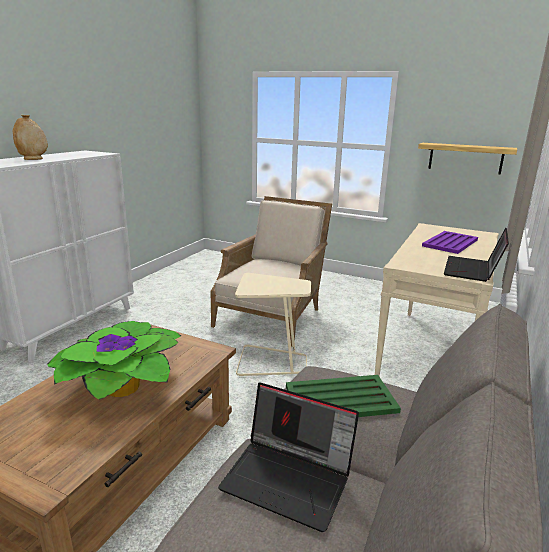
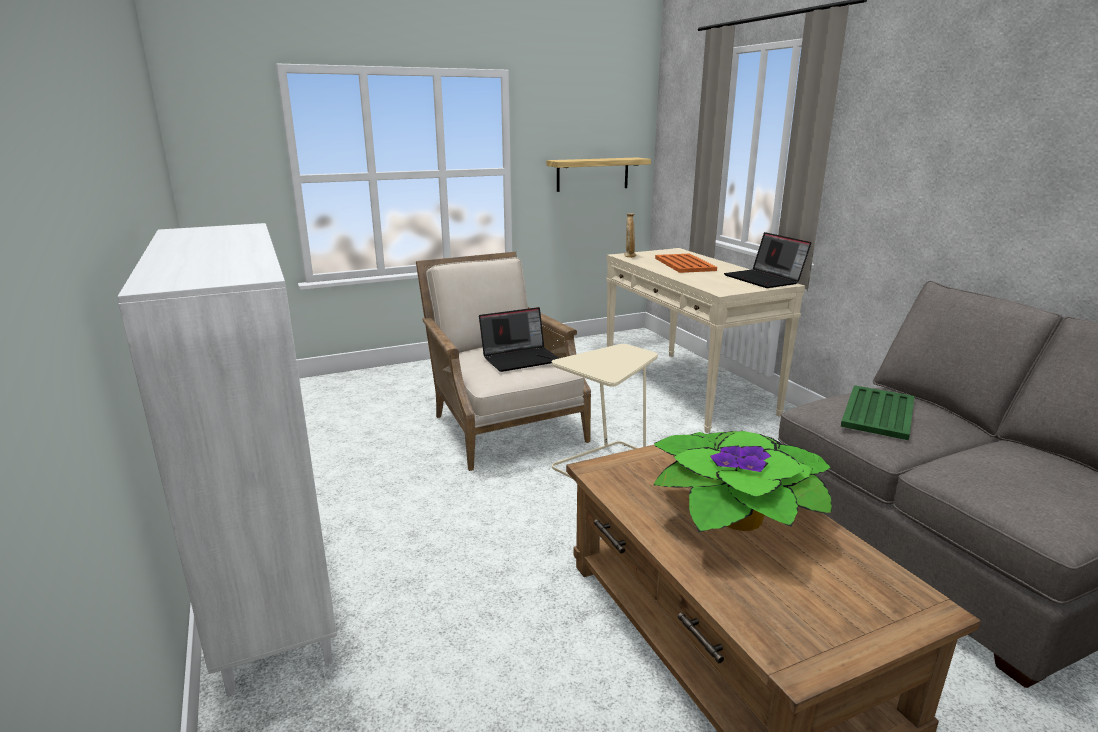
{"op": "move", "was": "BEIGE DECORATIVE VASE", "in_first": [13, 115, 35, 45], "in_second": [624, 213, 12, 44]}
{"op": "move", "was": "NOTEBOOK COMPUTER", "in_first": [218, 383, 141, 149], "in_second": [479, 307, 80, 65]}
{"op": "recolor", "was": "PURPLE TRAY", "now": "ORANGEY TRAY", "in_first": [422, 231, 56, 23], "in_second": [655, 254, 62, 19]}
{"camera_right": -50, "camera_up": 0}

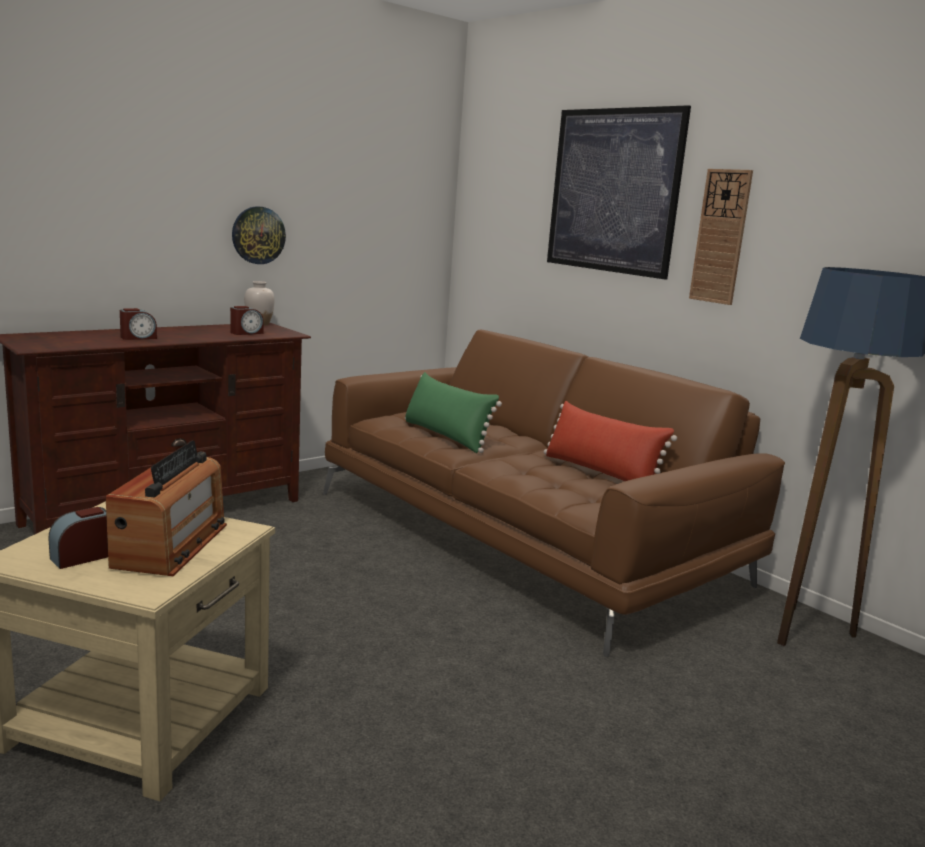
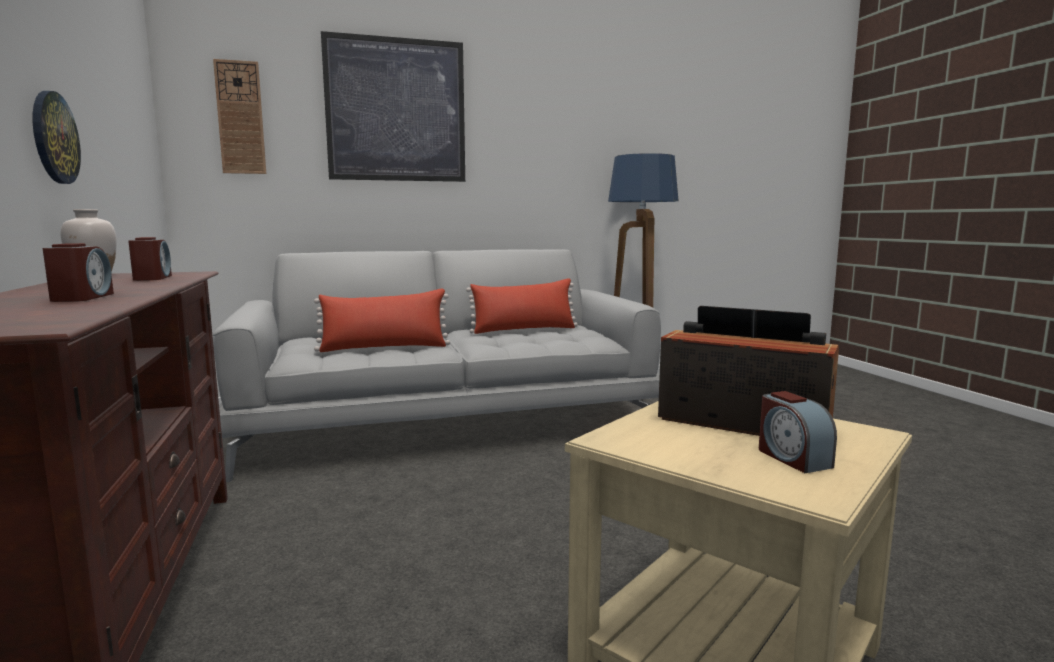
{"op": "recolor", "was": "BROWN SOFA", "now": "GREY SOFA", "in_first": [323, 330, 462, 327], "in_second": [213, 249, 448, 233]}
{"op": "recolor", "was": "GREENISH THROW PILLOW", "now": "RED THROW PILLOW", "in_first": [405, 372, 97, 81], "in_second": [314, 289, 136, 63]}
{"op": "move", "was": "HANGING CLOCK", "in_first": [689, 169, 64, 136], "in_second": [213, 59, 53, 115]}
{"camera_right": -65, "camera_up": -5}

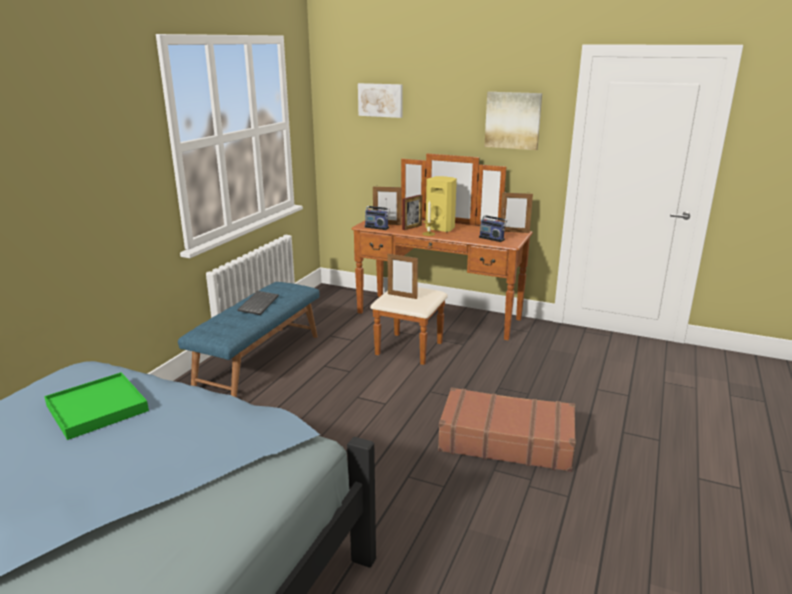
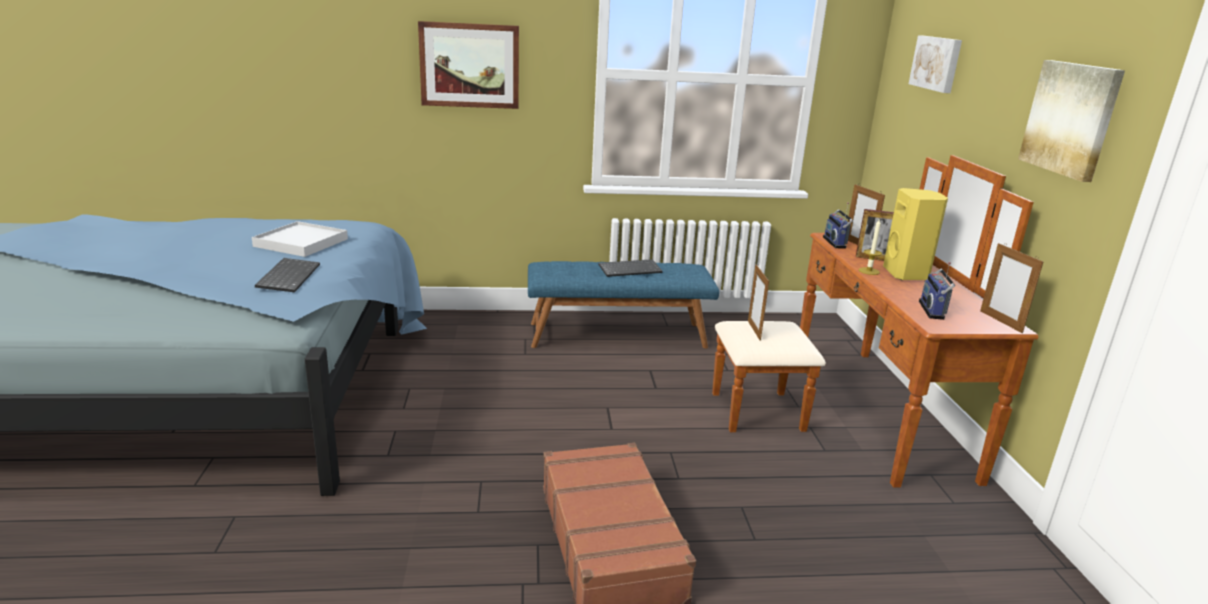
{"op": "recolor", "was": "GREENISH TRAY", "now": "WHITE-COLOURED TRAY", "in_first": [44, 372, 105, 68], "in_second": [252, 221, 96, 36]}
{"op": "insert", "now": "COMPUTER KEYBOARD", "in_second": [255, 258, 65, 34]}
{"op": "insert", "now": "PICTURE", "in_second": [418, 21, 101, 88]}
{"camera_right": 60, "camera_up": 0}

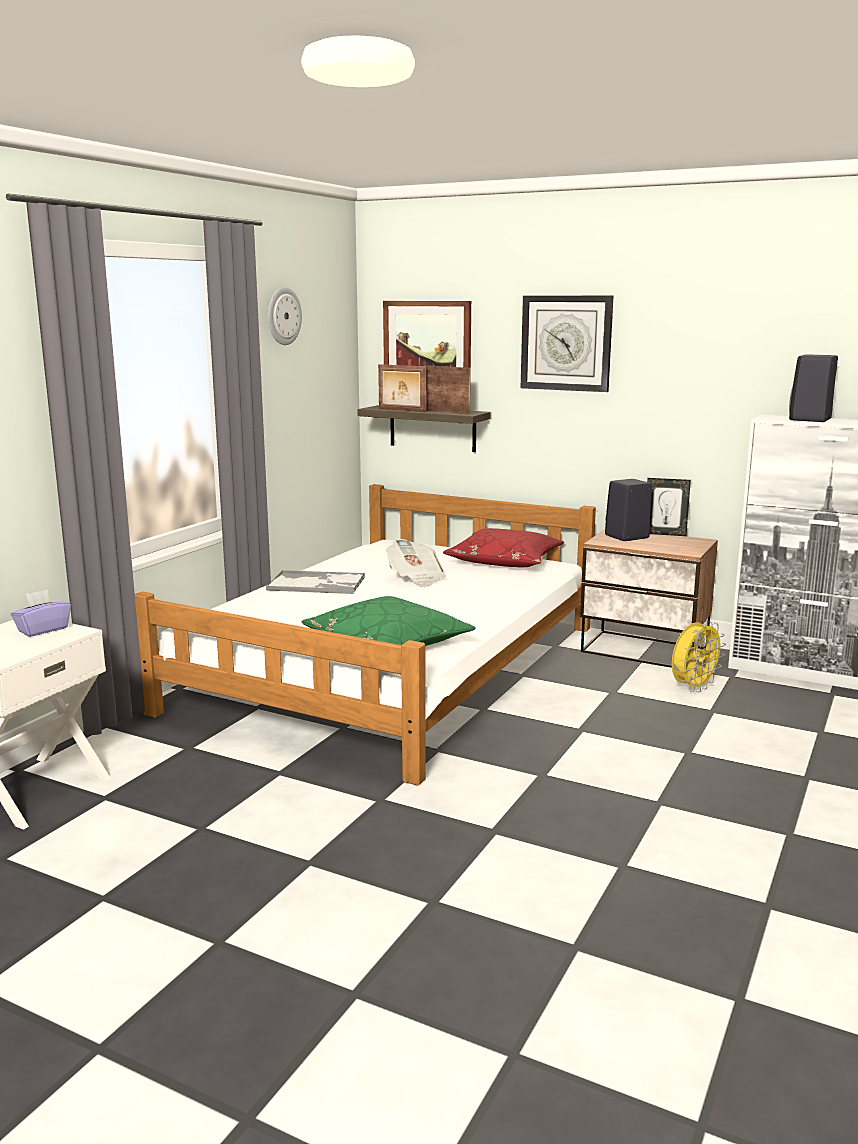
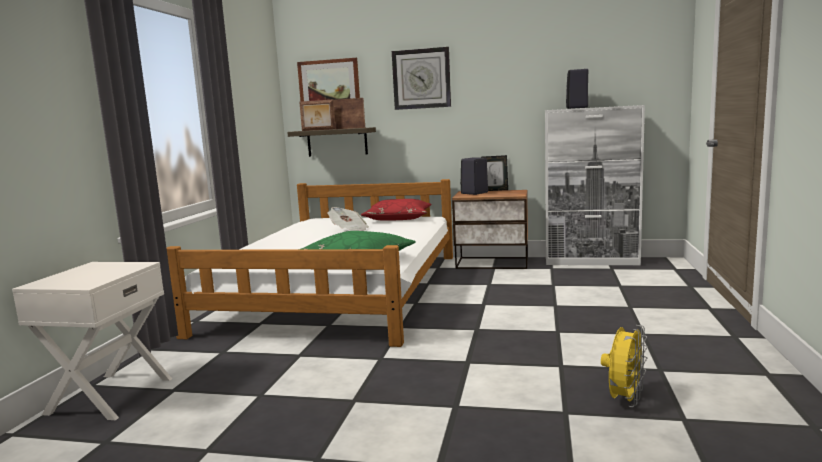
{"op": "delete", "was": "PURPLE TISSUE BOX", "in_first": [11, 589, 60, 48]}
{"op": "delete", "was": "TRAY", "in_first": [266, 570, 99, 24]}
{"op": "delete", "was": "HANGING CLOCK", "in_first": [268, 287, 34, 58]}
{"op": "move", "was": "YELLOW-COLOURED COOLING FAN", "in_first": [672, 621, 54, 71], "in_second": [601, 325, 47, 82]}
{"camera_right": -15, "camera_up": -5}

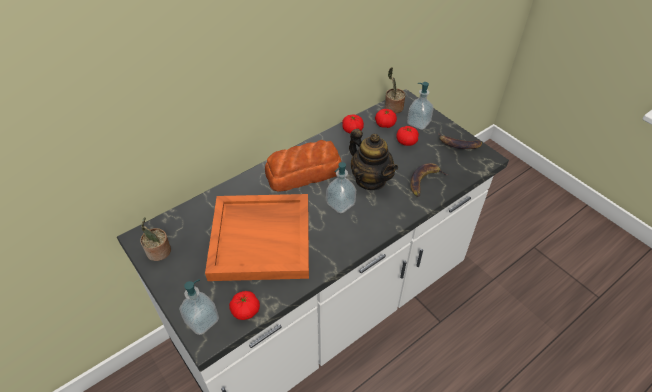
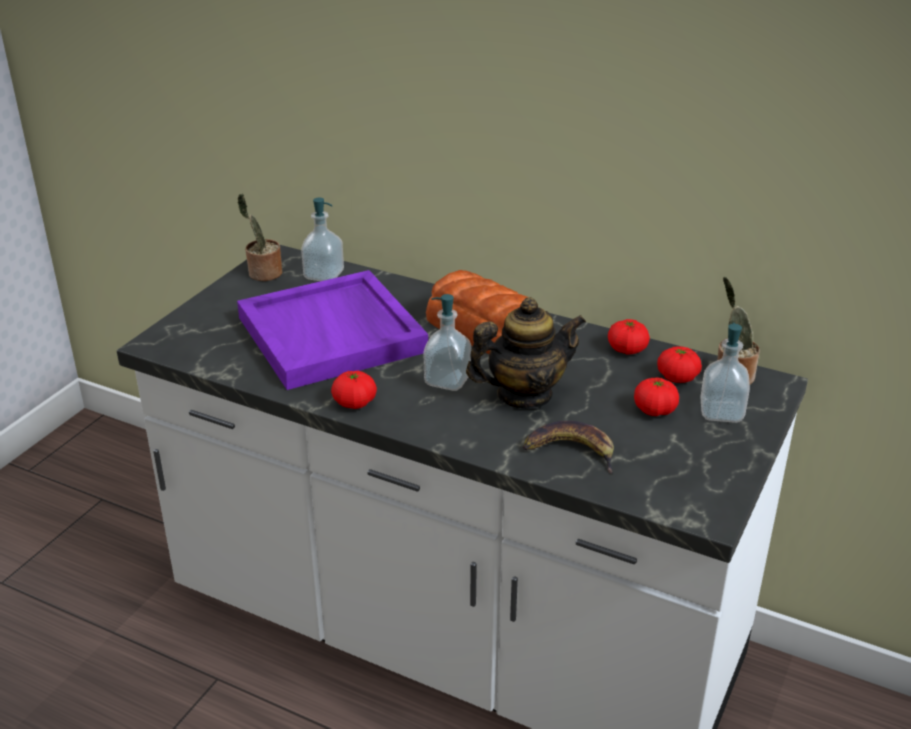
{"op": "move", "was": "SOAP BOTTLE", "in_first": [179, 279, 40, 56], "in_second": [301, 198, 43, 83]}
{"op": "recolor", "was": "ORANGEY TRAY", "now": "PURPLE TRAY", "in_first": [205, 194, 104, 87], "in_second": [237, 270, 191, 120]}
{"op": "move", "was": "TOMATO", "in_first": [229, 291, 31, 29], "in_second": [331, 371, 46, 38]}
{"op": "rotate", "was": "POT FOR TEA", "in_first": [349, 129, 49, 61], "in_second": [466, 297, 120, 112], "clockwise": -135}
{"op": "delete", "was": "BANANA FRUIT", "in_first": [438, 133, 44, 16]}
{"camera_right": 65, "camera_up": -15}

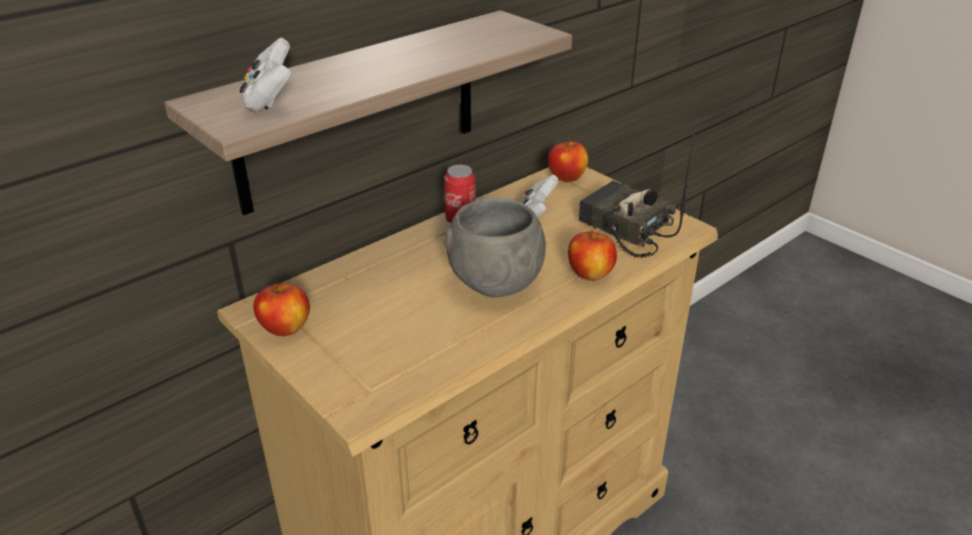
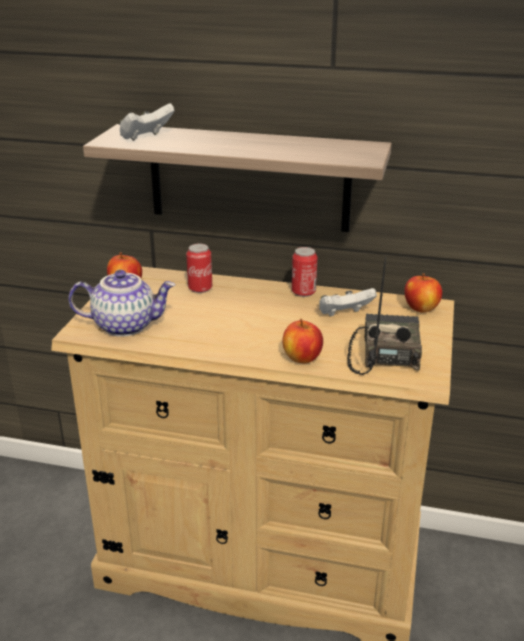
{"op": "delete", "was": "GREY DEEP DISH", "in_first": [443, 198, 103, 99]}
{"op": "insert", "now": "POT FOR TEA", "in_second": [68, 270, 108, 67]}
{"op": "insert", "now": "CAN", "in_second": [186, 244, 26, 49]}
{"camera_right": 55, "camera_up": -5}

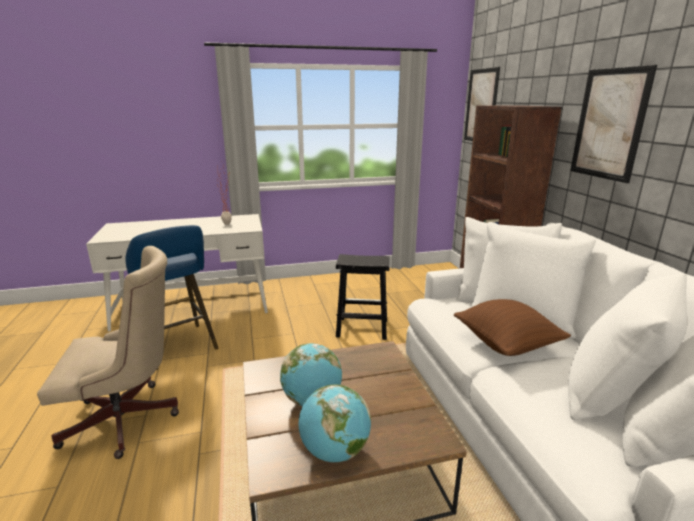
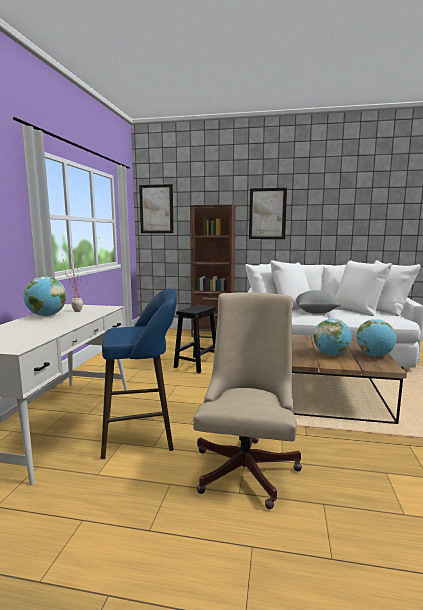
{"op": "recolor", "was": "BROWN THROW PILLOW", "now": "GREY THROW PILLOW", "in_first": [454, 299, 117, 57], "in_second": [296, 290, 45, 24]}
{"op": "insert", "now": "GLOBE", "in_second": [23, 277, 44, 39]}
{"camera_right": -65, "camera_up": -10}

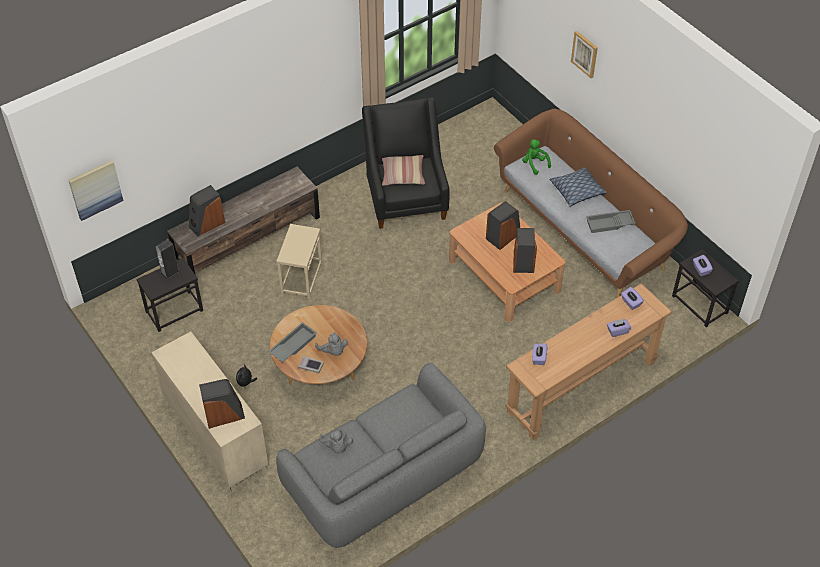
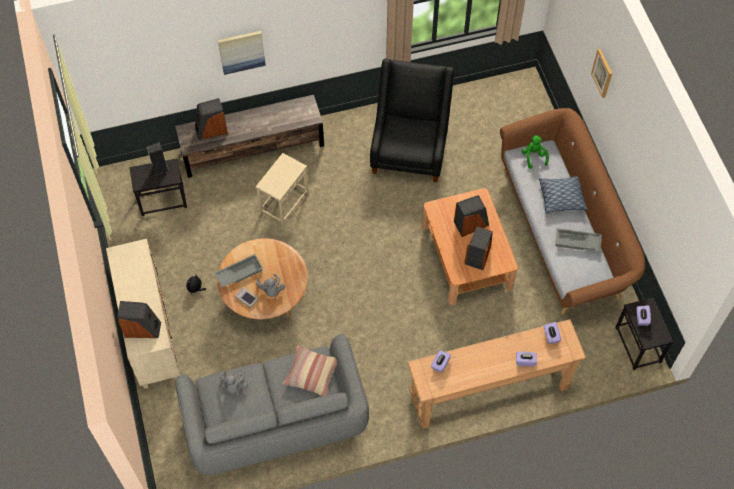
{"op": "move", "was": "PICTURE", "in_first": [68, 160, 55, 61], "in_second": [218, 31, 48, 44]}
{"op": "move", "was": "THROW PILLOW", "in_first": [382, 155, 43, 30], "in_second": [283, 346, 54, 50]}
{"camera_right": 20, "camera_up": 10}

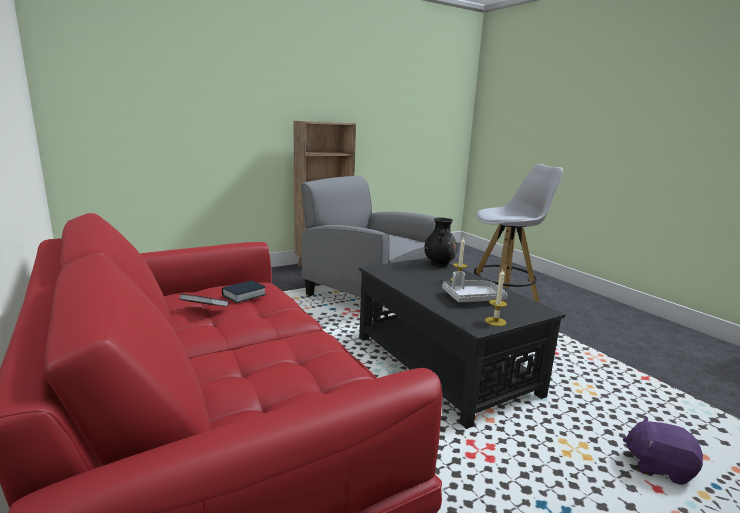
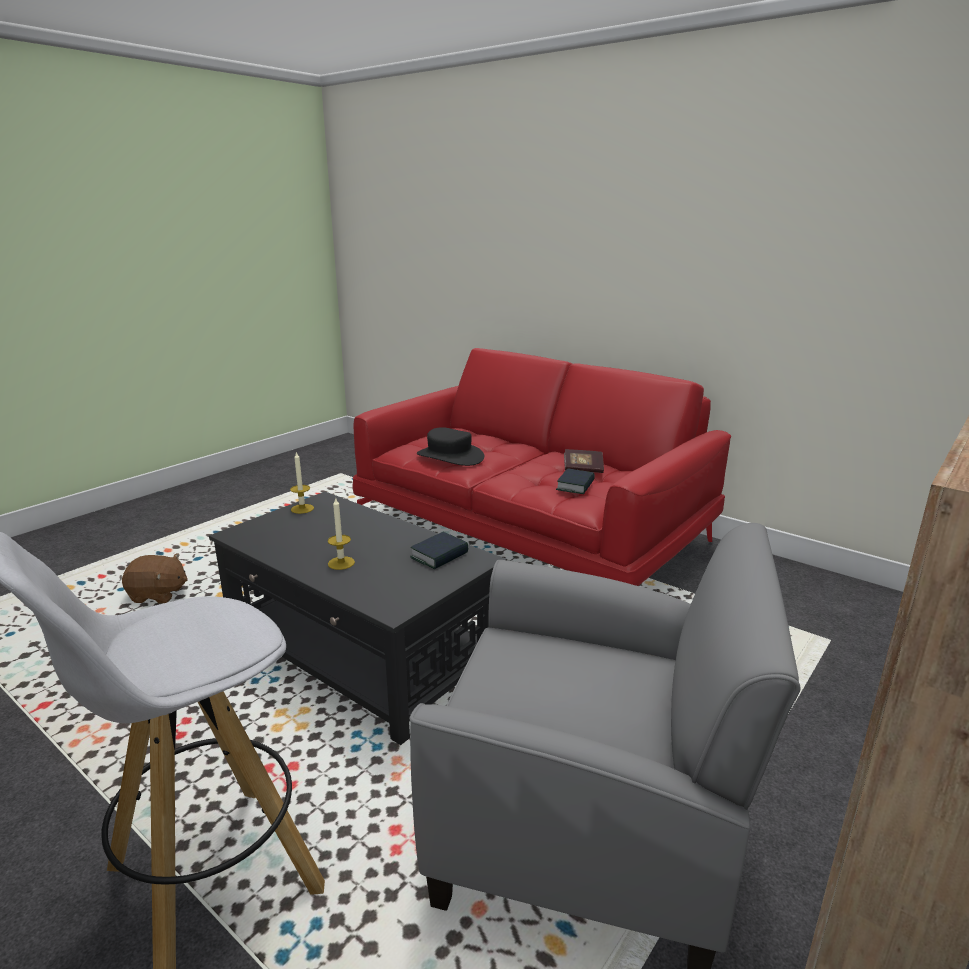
{"op": "delete", "was": "BLACK DECORATIVE VASE", "in_first": [424, 218, 33, 49]}
{"op": "delete", "was": "GREY TRAY", "in_first": [442, 272, 65, 30]}
{"op": "recolor", "was": "PURPLE PLUSH TOY", "now": "BROWN PLUSH TOY", "in_first": [623, 415, 80, 70], "in_second": [122, 553, 66, 51]}
{"op": "insert", "now": "VOLUME", "in_second": [410, 532, 58, 37]}
{"op": "insert", "now": "BLACK WEARABLE HAT", "in_second": [417, 427, 67, 39]}
{"camera_right": 160, "camera_up": 5}

